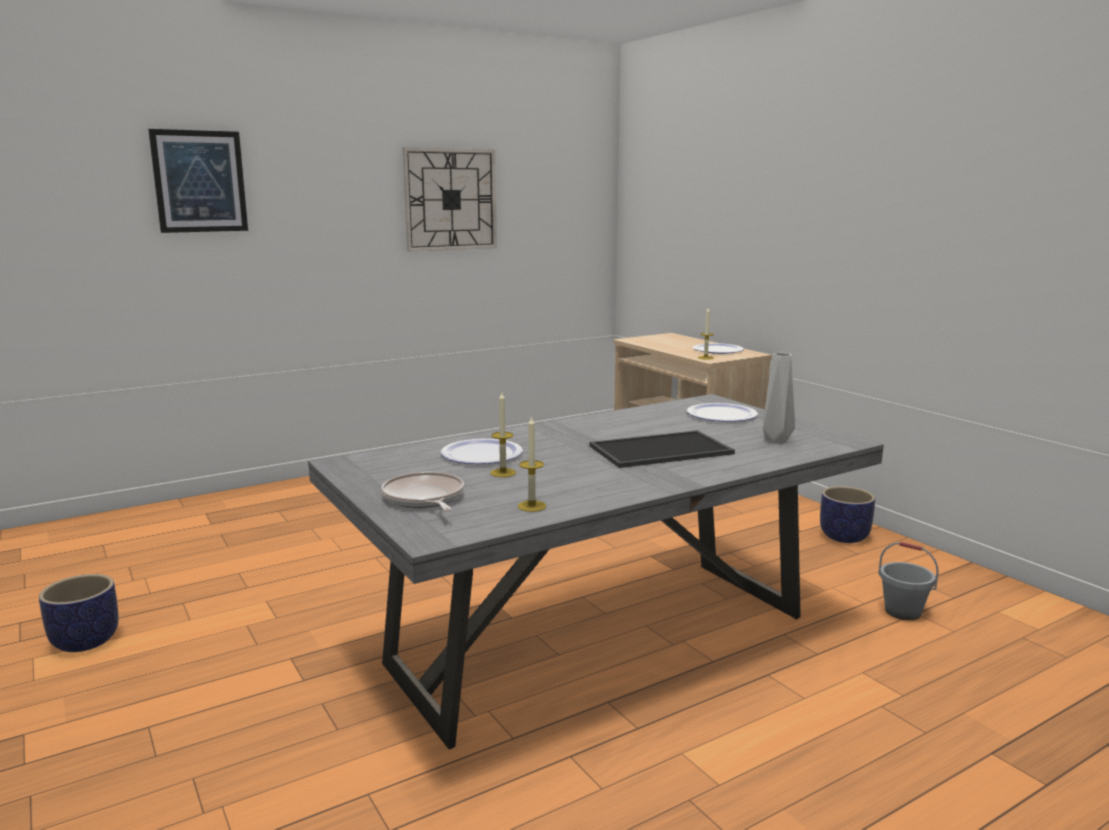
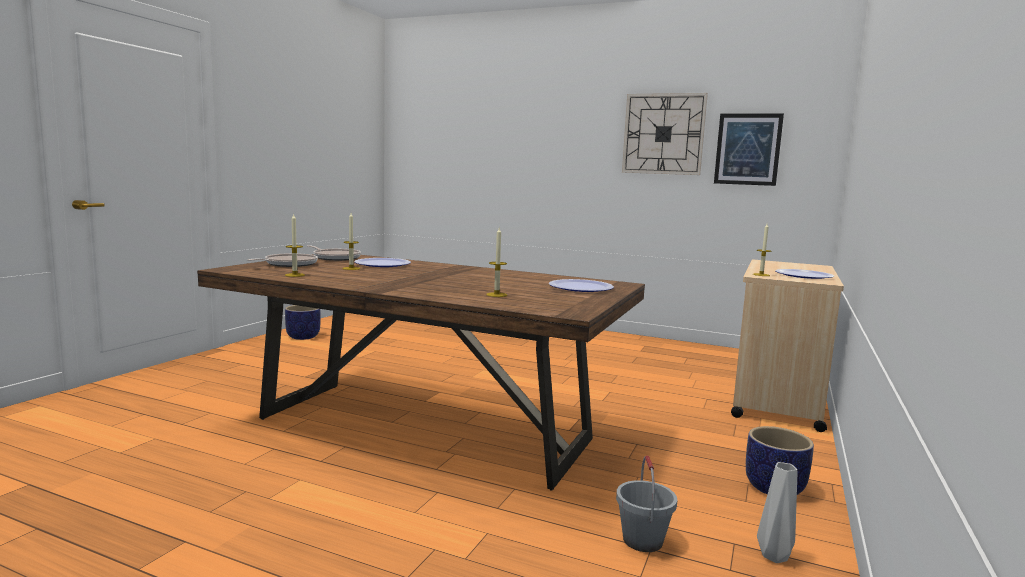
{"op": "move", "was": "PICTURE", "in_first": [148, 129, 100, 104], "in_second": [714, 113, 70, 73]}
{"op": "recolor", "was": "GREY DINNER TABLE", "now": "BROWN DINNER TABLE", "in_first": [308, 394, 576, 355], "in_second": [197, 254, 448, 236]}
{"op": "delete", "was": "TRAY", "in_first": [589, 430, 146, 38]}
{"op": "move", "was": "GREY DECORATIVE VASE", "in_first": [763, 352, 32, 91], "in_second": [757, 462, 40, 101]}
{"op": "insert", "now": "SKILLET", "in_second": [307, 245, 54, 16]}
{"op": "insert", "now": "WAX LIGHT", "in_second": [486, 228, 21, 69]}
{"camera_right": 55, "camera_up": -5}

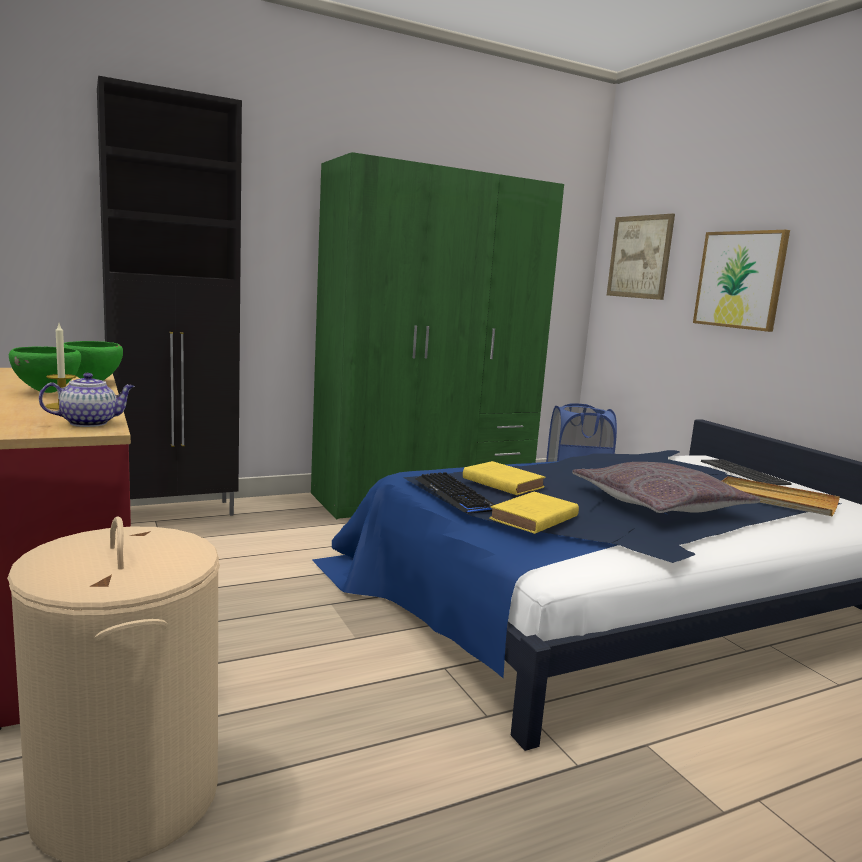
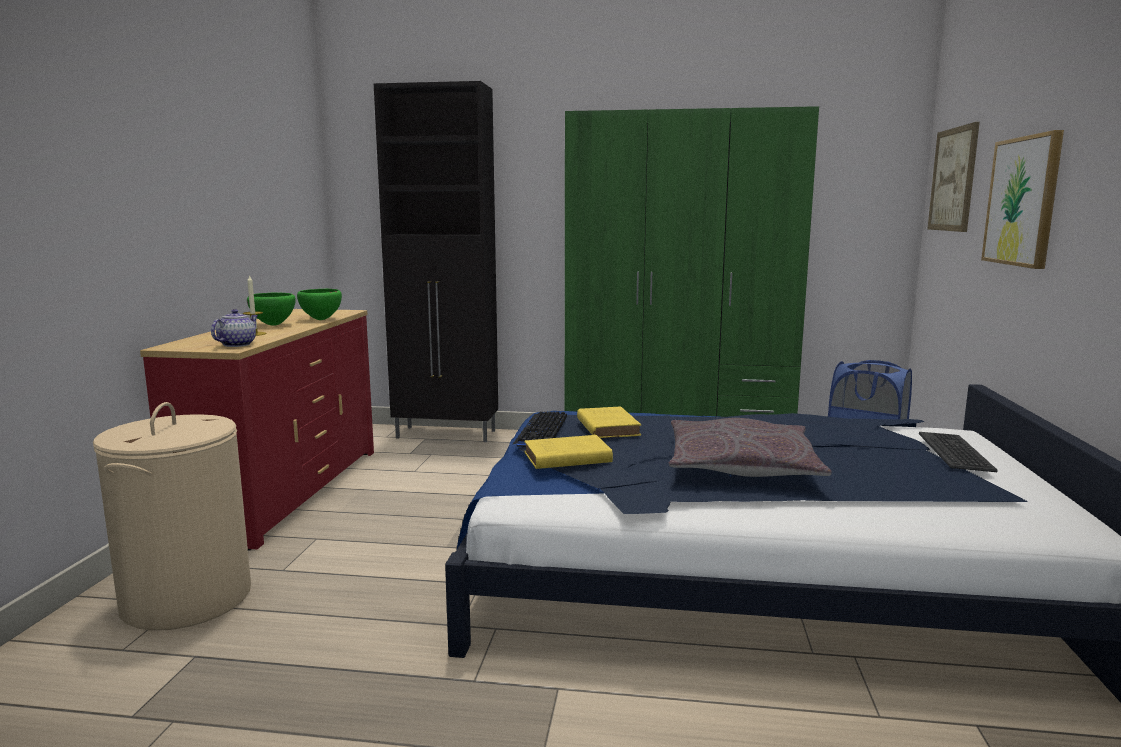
{"op": "rotate", "was": "POT FOR TEA", "in_first": [39, 373, 96, 54], "in_second": [211, 309, 47, 38], "clockwise": -75}
{"op": "delete", "was": "BEIGE TRAY", "in_first": [722, 476, 118, 40]}
{"camera_right": 35, "camera_up": 0}

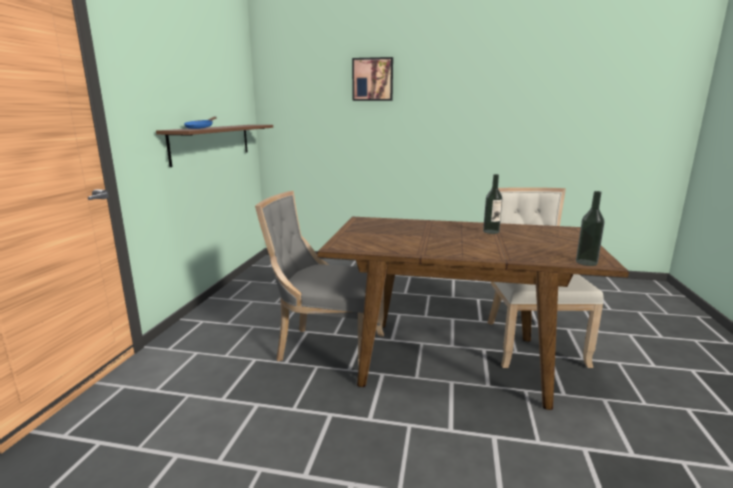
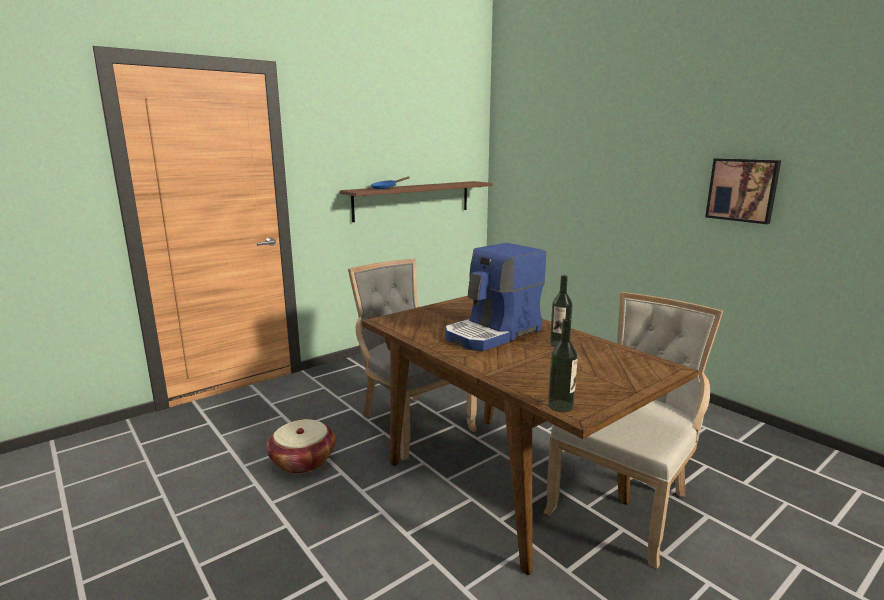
{"op": "move", "was": "PICTURE", "in_first": [352, 57, 41, 44], "in_second": [705, 158, 76, 66]}
{"op": "insert", "now": "BASKET", "in_second": [266, 419, 70, 55]}
{"op": "insert", "now": "COFFEE BREWER", "in_second": [445, 243, 101, 108]}
{"camera_right": 40, "camera_up": 0}

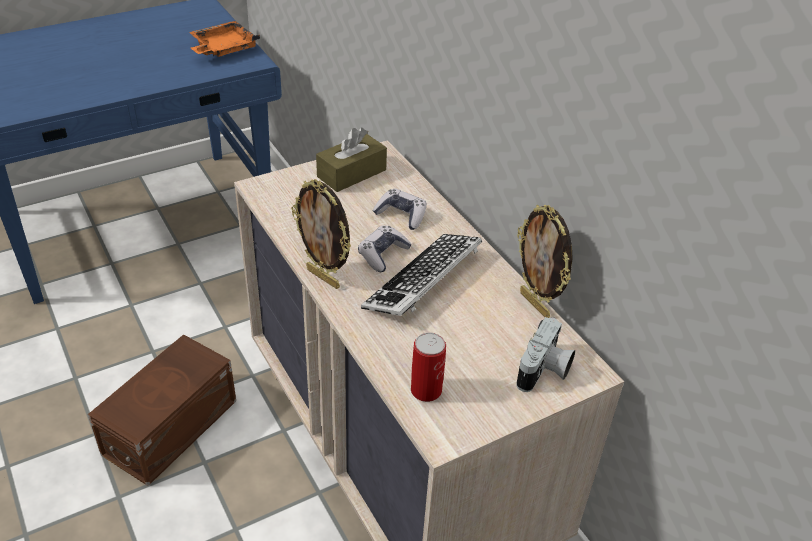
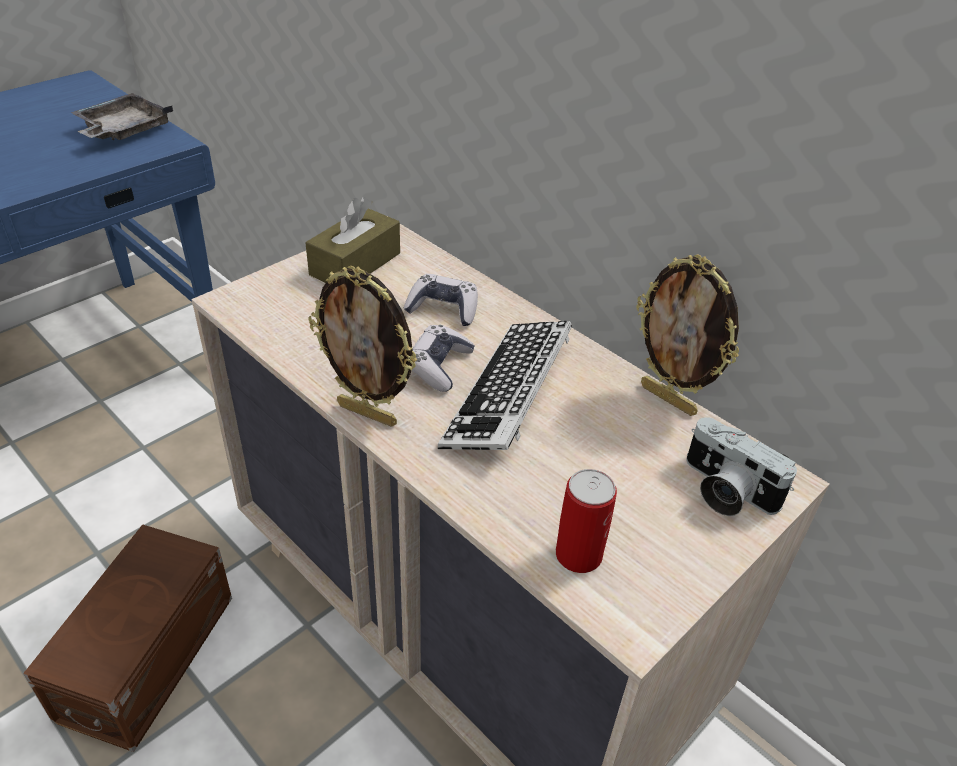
{"op": "recolor", "was": "ORANGEY TRAY", "now": "GREY TRAY", "in_first": [189, 21, 71, 36], "in_second": [71, 93, 102, 47]}
{"op": "rotate", "was": "PHOTO CAMERA", "in_first": [516, 317, 59, 75], "in_second": [686, 417, 111, 99], "clockwise": 120}
{"camera_right": -15, "camera_up": 0}

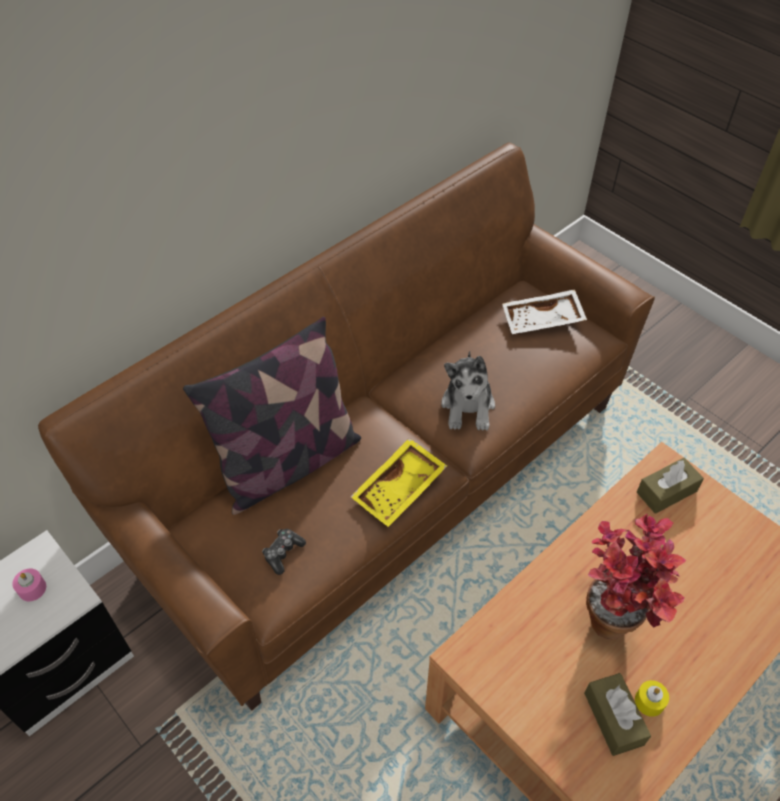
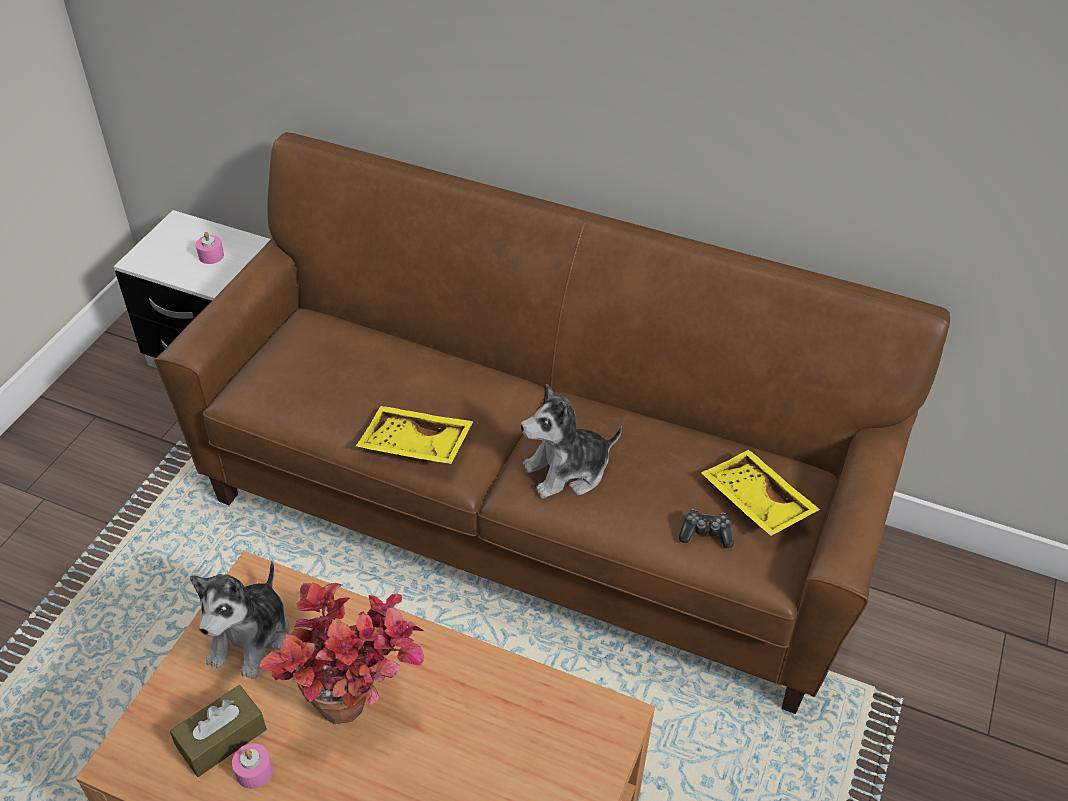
{"op": "delete", "was": "THROW PILLOW", "in_first": [183, 317, 178, 198]}
{"op": "move", "was": "GAME CONTROLLER", "in_first": [262, 529, 44, 46], "in_second": [679, 509, 55, 39]}
{"op": "recolor", "was": "WHITE-COLOURED TRAY", "now": "YELLOW-COLOURED TRAY", "in_first": [502, 289, 85, 45], "in_second": [701, 450, 119, 86]}
{"op": "recolor", "was": "YELLOW-COLOURED WAX LIGHT", "now": "PINKISH WAX LIGHT", "in_first": [635, 680, 34, 37], "in_second": [232, 743, 41, 46]}
{"op": "delete", "was": "BROWN TISSUE BOX", "in_first": [637, 458, 67, 56]}
{"op": "insert", "now": "PLUSH TOY", "in_second": [190, 561, 100, 118]}
{"camera_right": 65, "camera_up": -5}

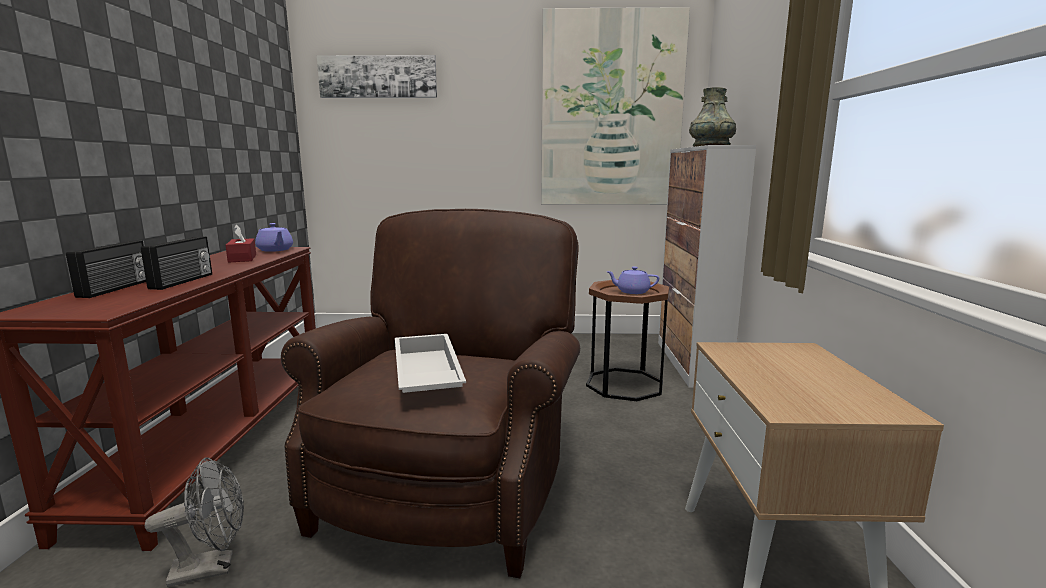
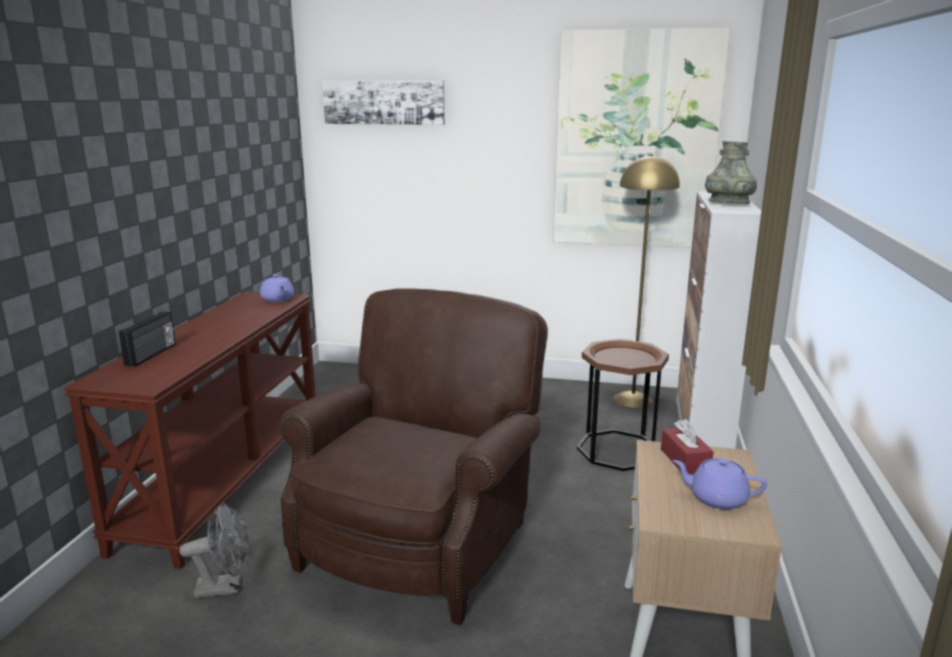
{"op": "delete", "was": "RADIO RECEIVER", "in_first": [141, 237, 71, 53]}
{"op": "move", "was": "RED TISSUE BOX", "in_first": [226, 224, 30, 39], "in_second": [661, 419, 53, 56]}
{"op": "delete", "was": "WHITE-COLOURED TRAY", "in_first": [395, 334, 71, 59]}
{"op": "move", "was": "PURPLE POT FOR TEA", "in_first": [606, 267, 53, 27], "in_second": [672, 458, 95, 51]}
{"op": "insert", "now": "YELLOW-COLOURED STANDING LAMP", "in_second": [613, 154, 67, 254]}
{"camera_right": 10, "camera_up": 5}

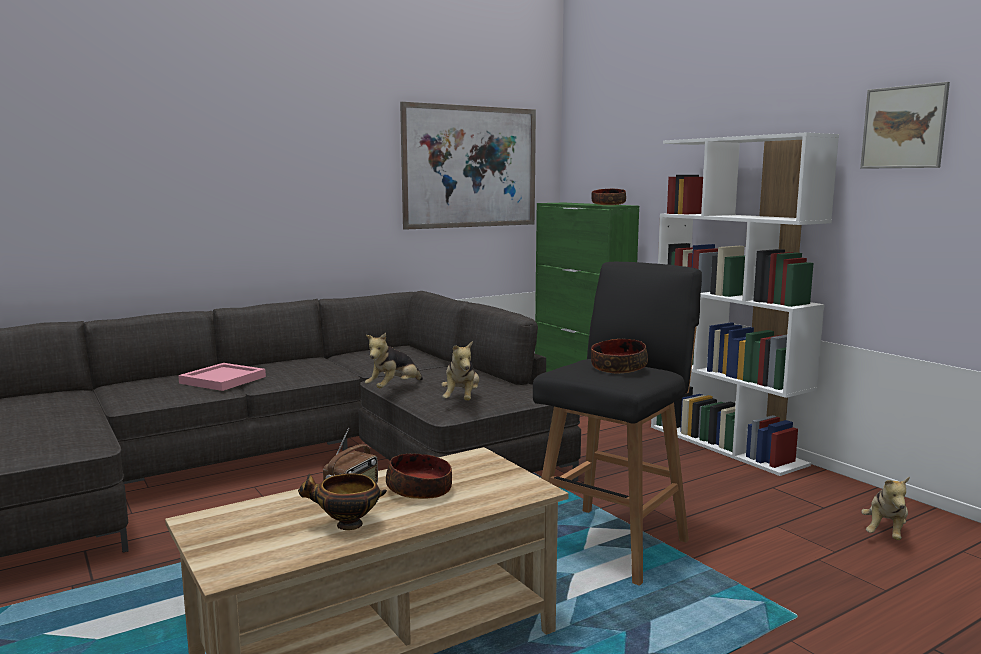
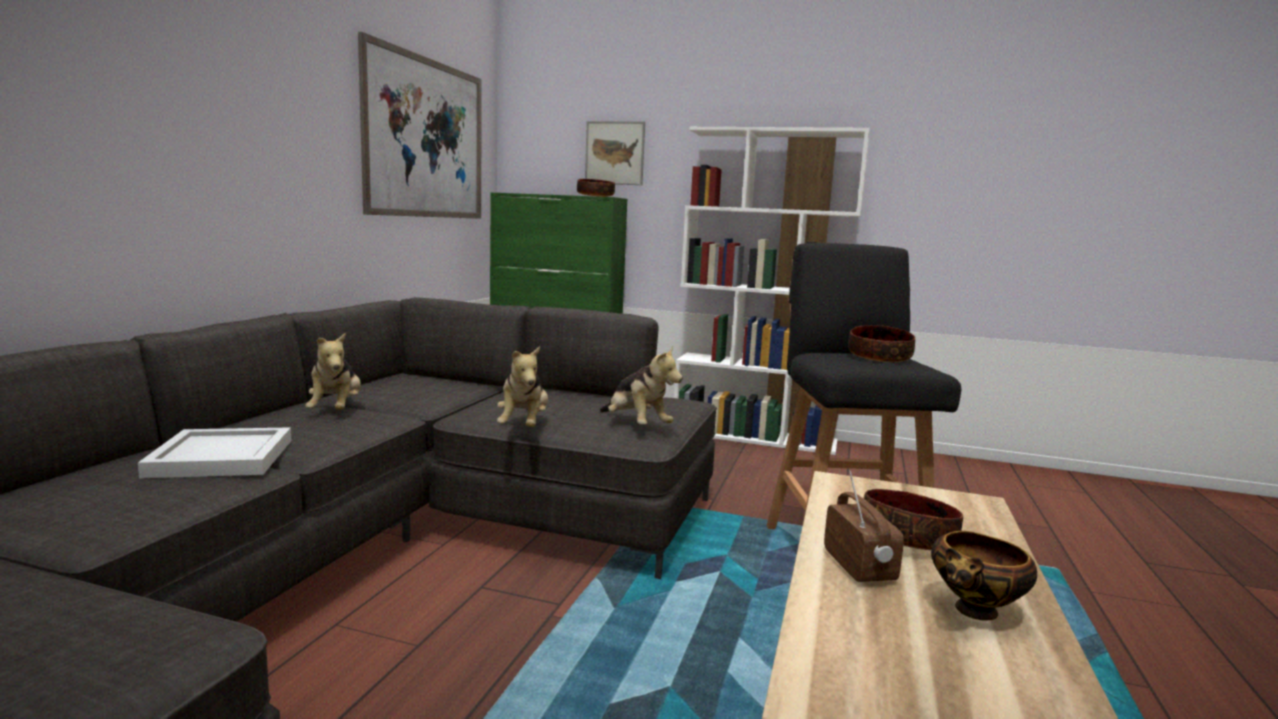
{"op": "recolor", "was": "PINKISH TRAY", "now": "WHITE-COLOURED TRAY", "in_first": [178, 363, 88, 28], "in_second": [138, 427, 153, 51]}
{"op": "move", "was": "PICTURE", "in_first": [860, 82, 90, 87], "in_second": [585, 121, 60, 64]}
{"op": "move", "was": "PLUSH TOY", "in_first": [861, 477, 49, 63], "in_second": [305, 333, 56, 77]}
{"camera_right": -40, "camera_up": 0}

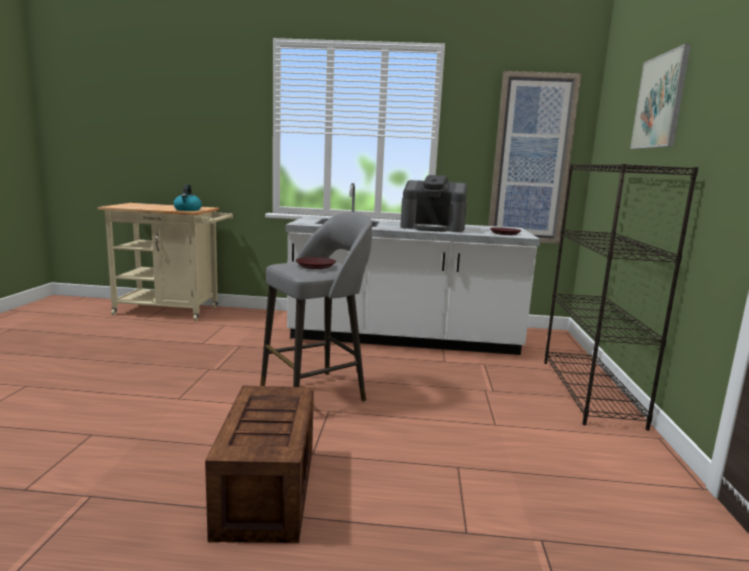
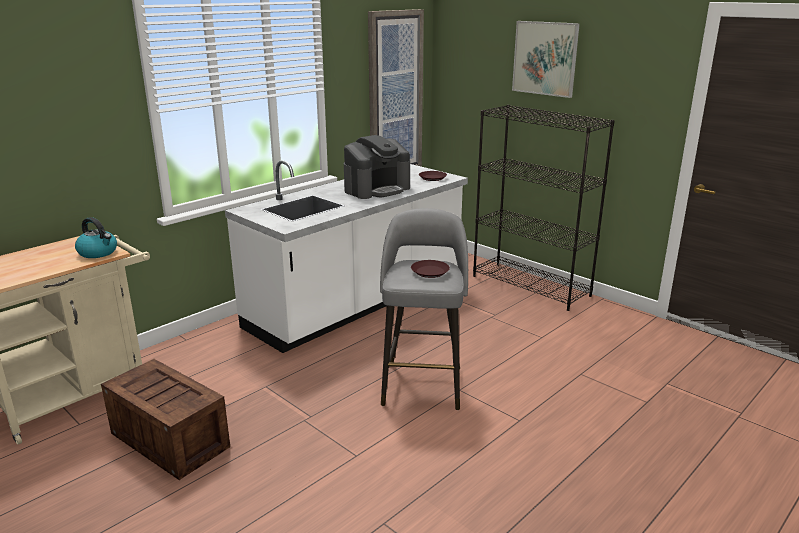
{"op": "move", "was": "PACKING CRATE", "in_first": [205, 386, 109, 157], "in_second": [101, 359, 129, 121]}
{"camera_right": -50, "camera_up": 10}

